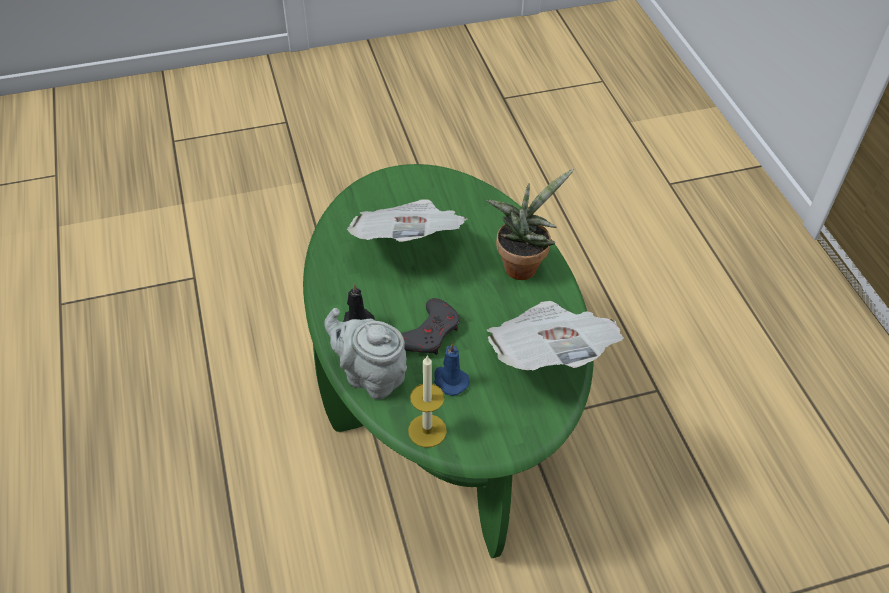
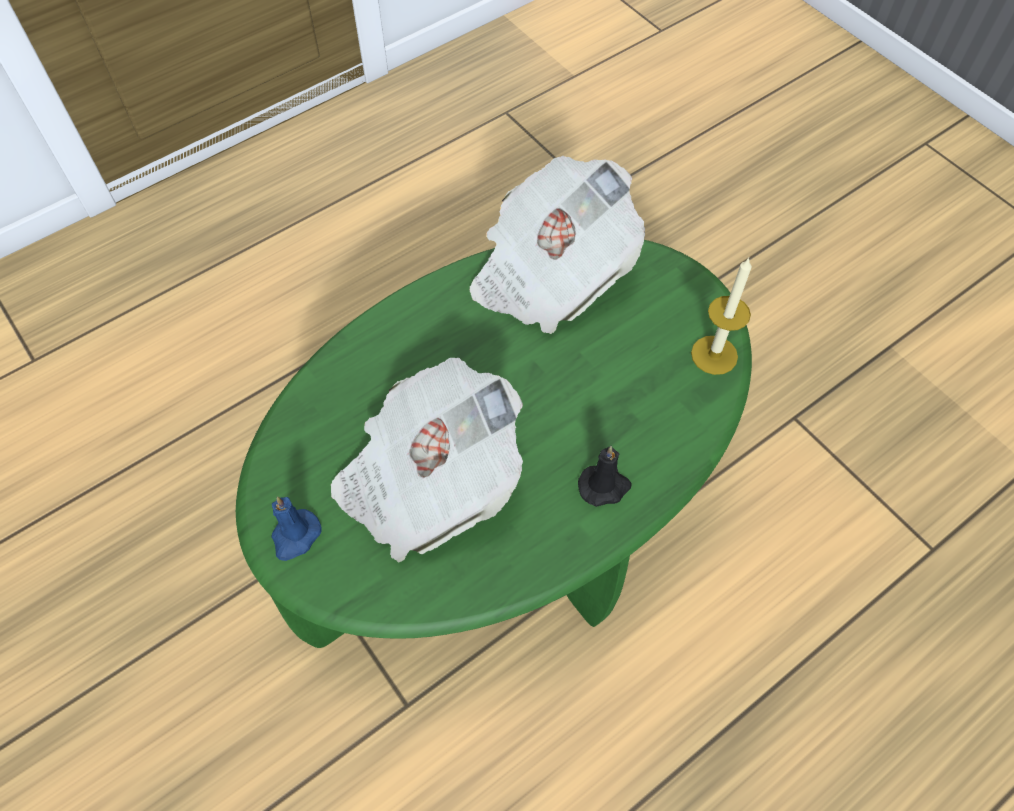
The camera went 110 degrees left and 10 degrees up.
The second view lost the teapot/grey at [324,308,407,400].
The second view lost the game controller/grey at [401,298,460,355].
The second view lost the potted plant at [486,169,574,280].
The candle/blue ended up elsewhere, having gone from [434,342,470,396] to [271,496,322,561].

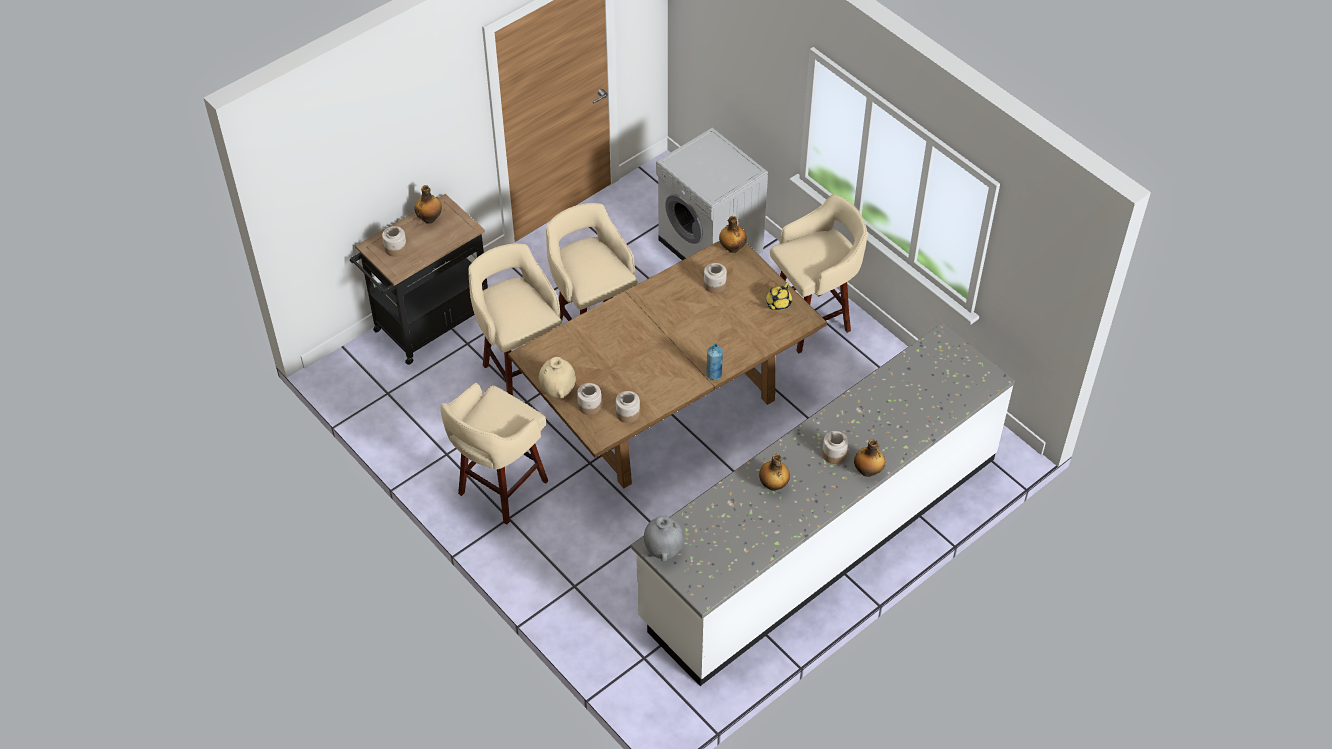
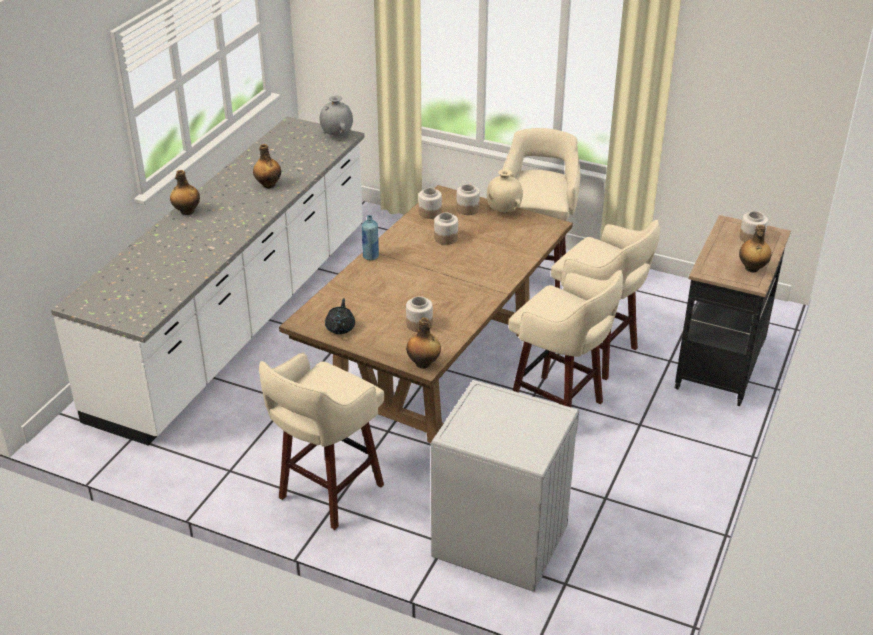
The camera went 155 degrees right and 15 degrees down.
The jar ended up elsewhere, having gone from [822,431,848,464] to [434,212,458,245].
What was the teapot/yellow at [766,282,792,310] turned into the teapot/black at [325,298,355,334].

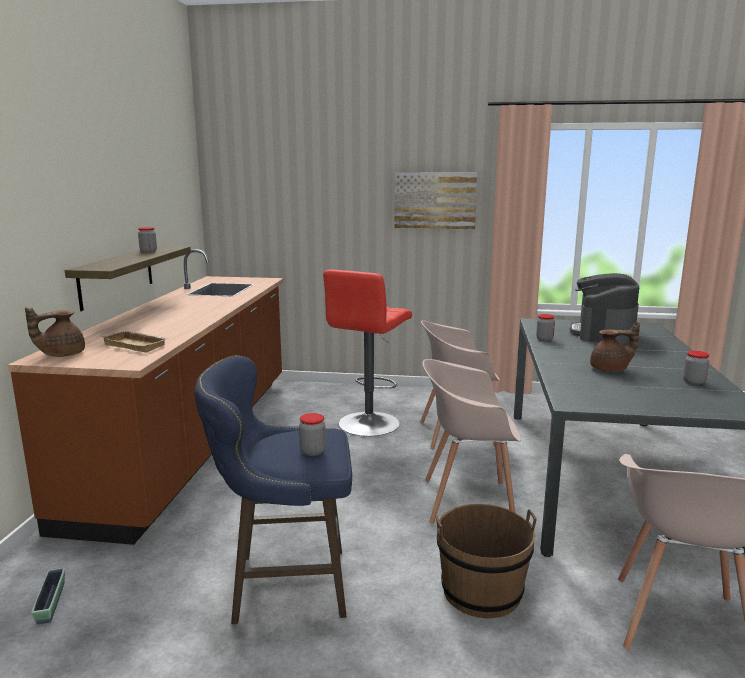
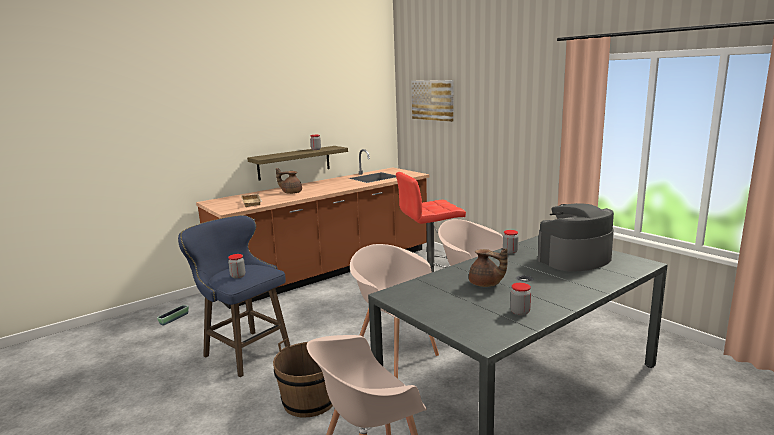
The camera went 45 degrees right and 0 degrees up.
The teapot/brown ended up elsewhere, having gone from [25,307,85,357] to [276,168,302,194].
The picture ended up elsewhere, having gone from [394,173,477,229] to [411,80,454,122].

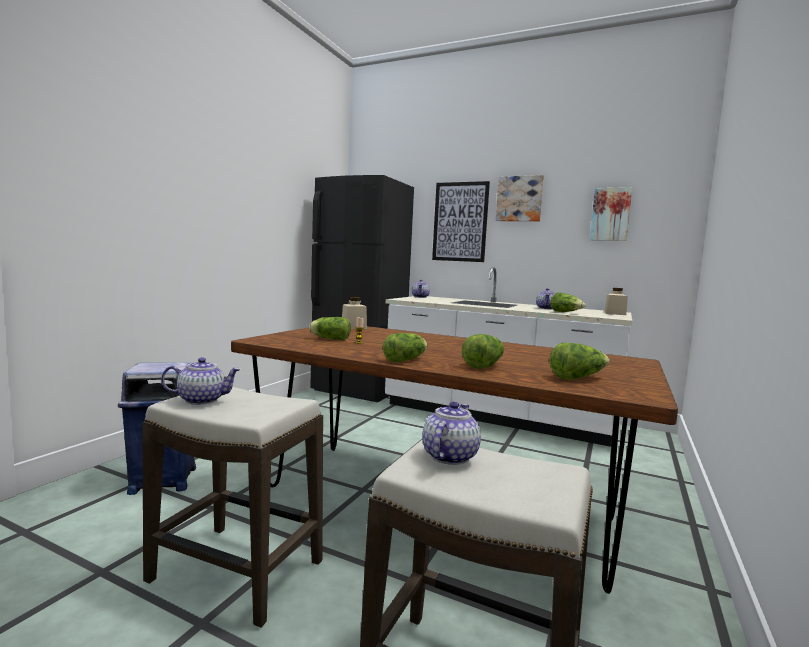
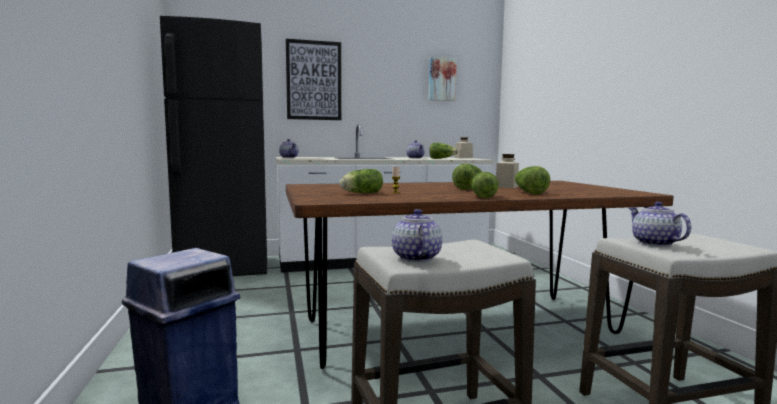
The camera went 40 degrees left and 0 degrees up.
The second view lost the picture at [496,175,544,222].
The jar/beige ended up elsewhere, having gone from [342,297,367,329] to [496,154,519,188].
The lettuce ended up elsewhere, having gone from [549,343,610,380] to [452,164,482,190].
The teapot at [161,357,241,405] ended up facing another way, 45 degrees counterclockwise from before.

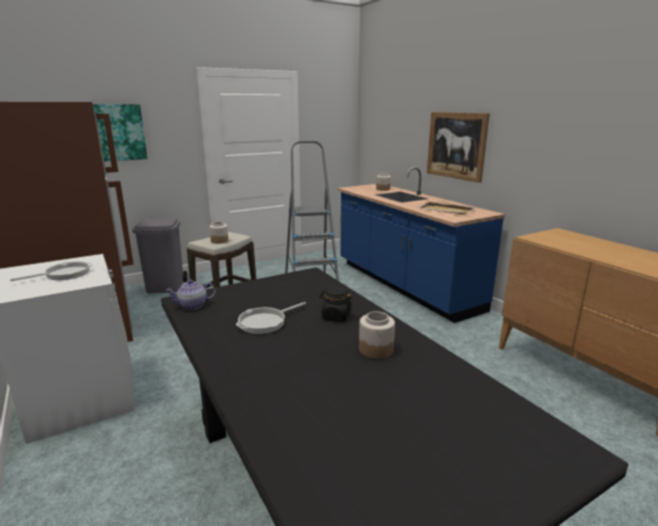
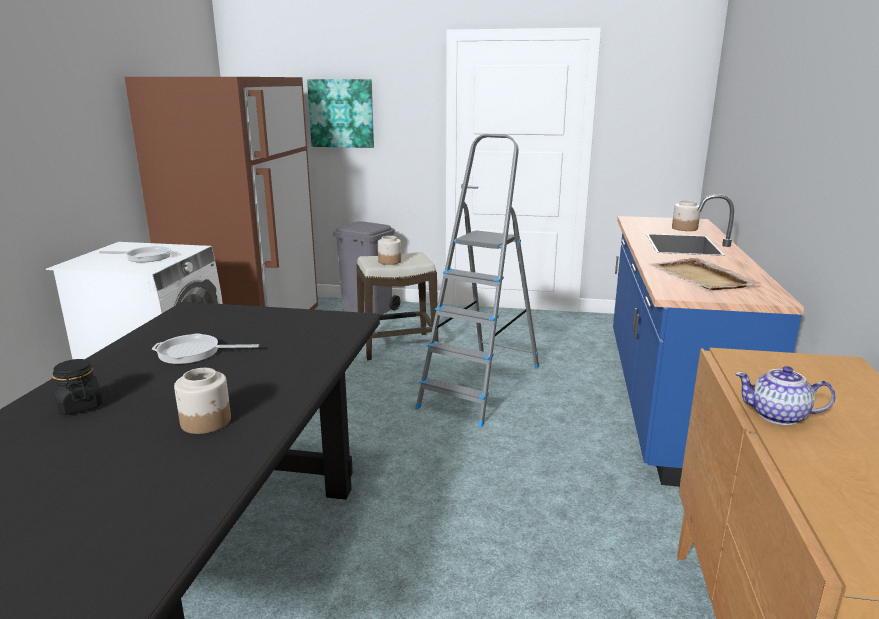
The camera went 40 degrees right and 0 degrees up.
The second view lost the picture at [427,112,490,183].
The teapot ended up elsewhere, having gone from [166,280,216,310] to [735,366,836,425].
The jar/black ended up elsewhere, having gone from [319,287,353,322] to [52,359,103,415].

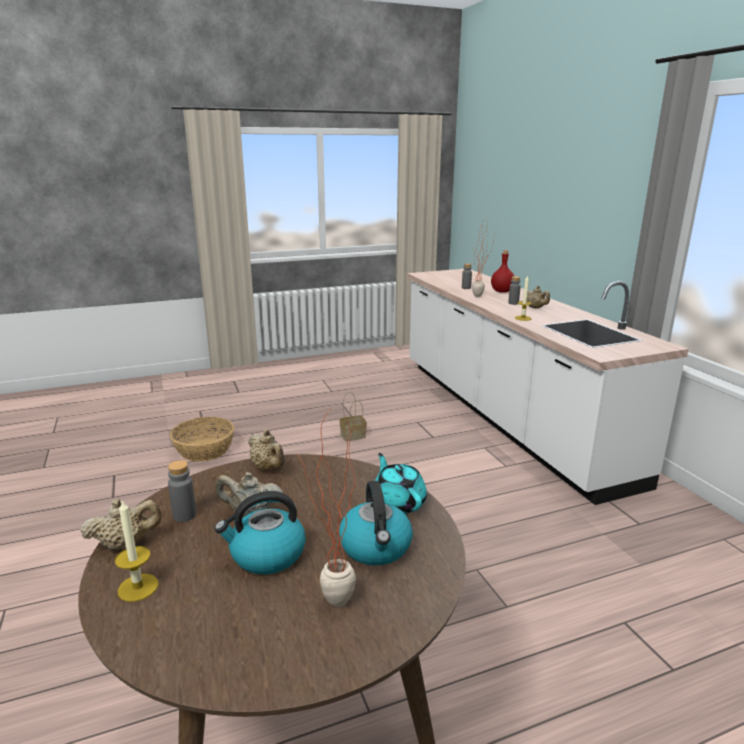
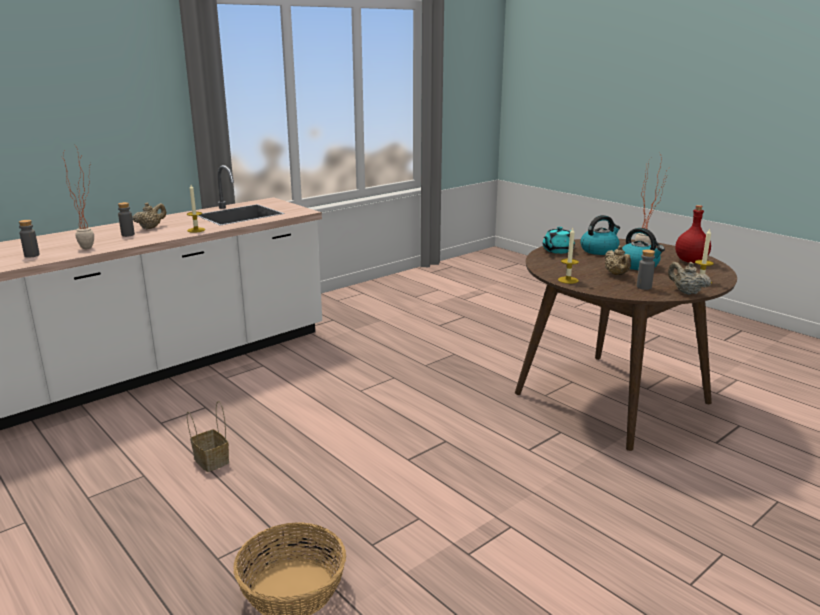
The camera went 110 degrees left and 0 degrees up.
The bottle/red ended up elsewhere, having gone from [491,250,514,293] to [675,205,711,263].
Where the teapot/beige stood at [248,429,284,470], the candle came to stand at [558,228,579,284].

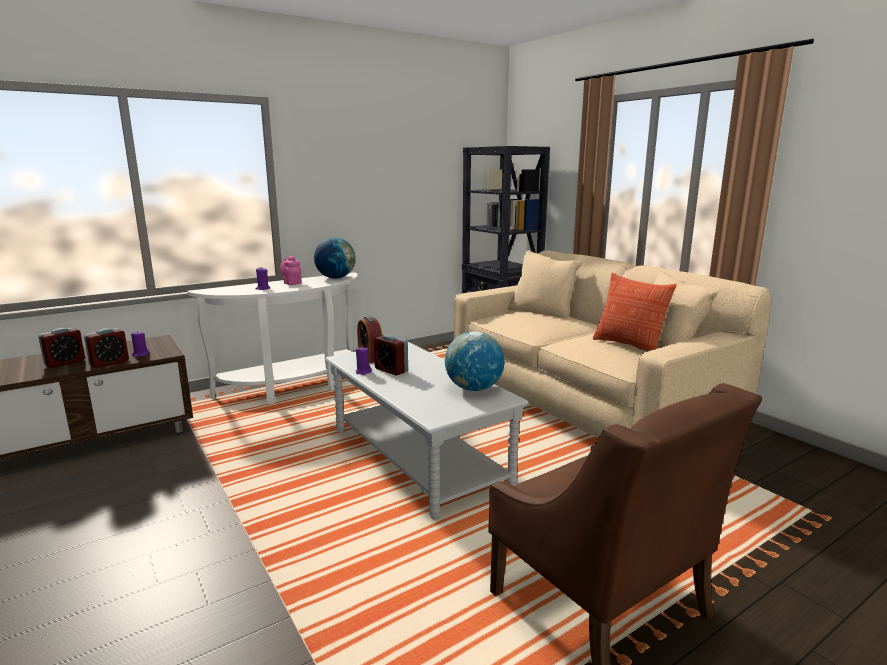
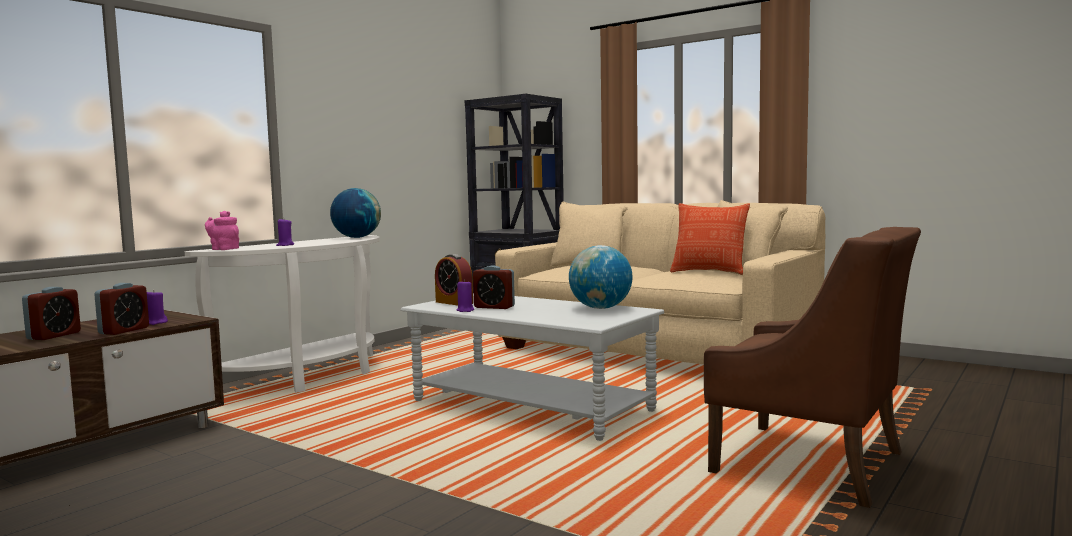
The camera went 20 degrees left and 10 degrees down.
The teapot/pink ended up elsewhere, having gone from [280,256,302,285] to [205,211,239,250].

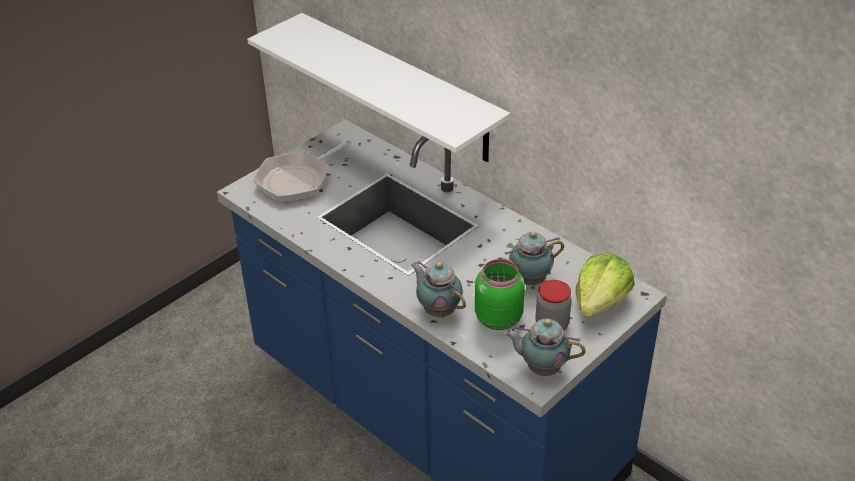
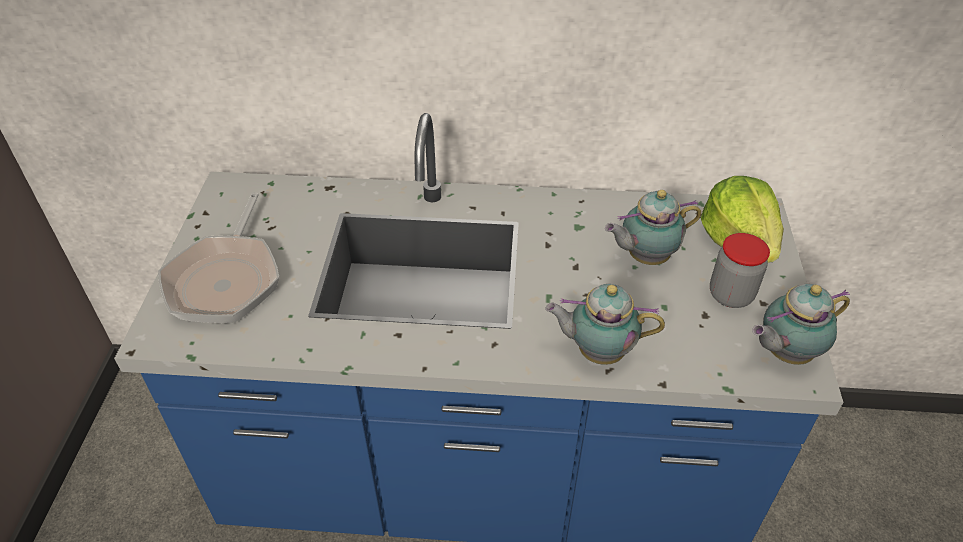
The camera went 40 degrees left and 5 degrees up.
The second view lost the shelf/white at [247,13,510,162].
The second view lost the jar/green at [475,259,525,330].
The teapot at [497,231,564,285] ended up facing another way, 45 degrees clockwise from before.

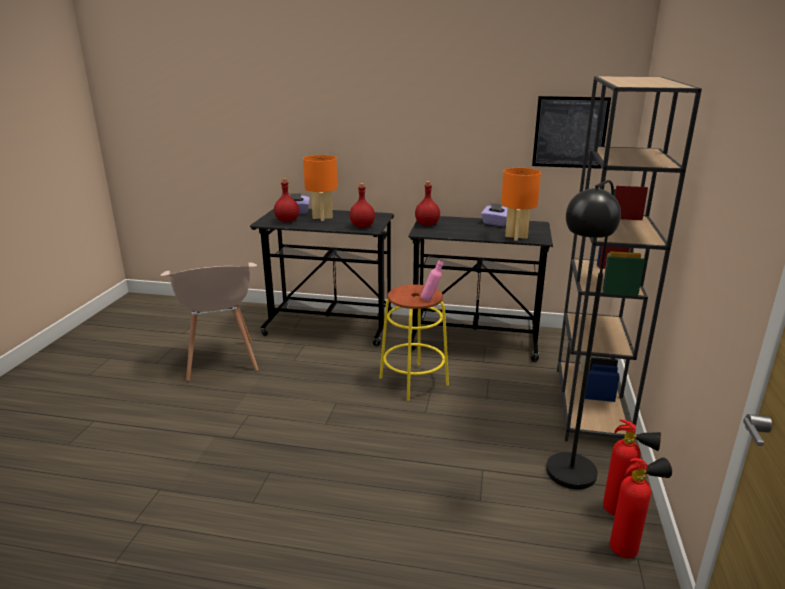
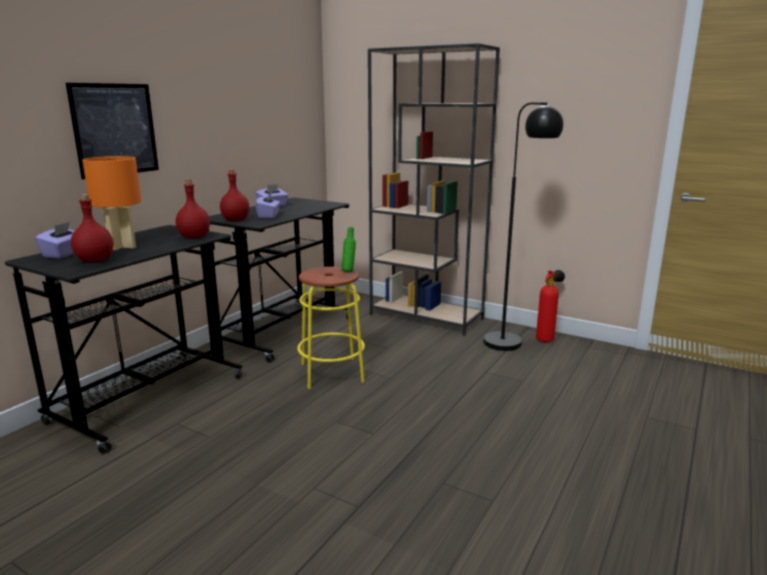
The camera went 70 degrees left and 5 degrees down.
The second view lost the chair/beige at [160,262,258,381].
The second view lost the table lamp/orange at [501,168,541,241].
The second view lost the fire extinguisher at [610,457,672,559].
The second view gained the tissue box/purple at [255,192,280,219].
The picture ended up elsewhere, having gone from [532,96,611,169] to [66,83,159,179].
What was the bottle/pink at [421,260,443,301] turned into the bottle/green at [342,227,356,272].

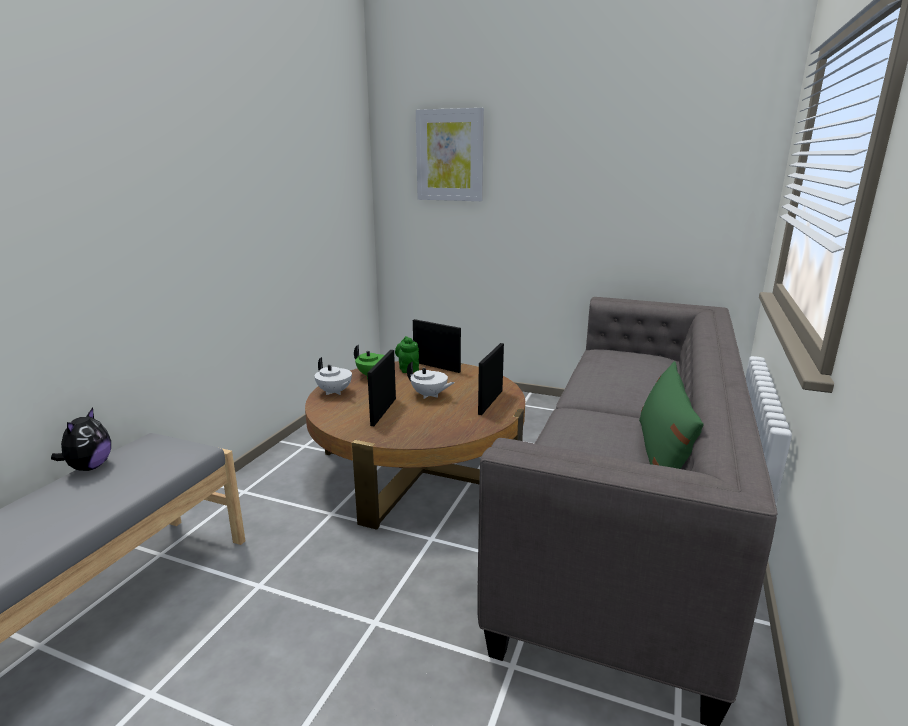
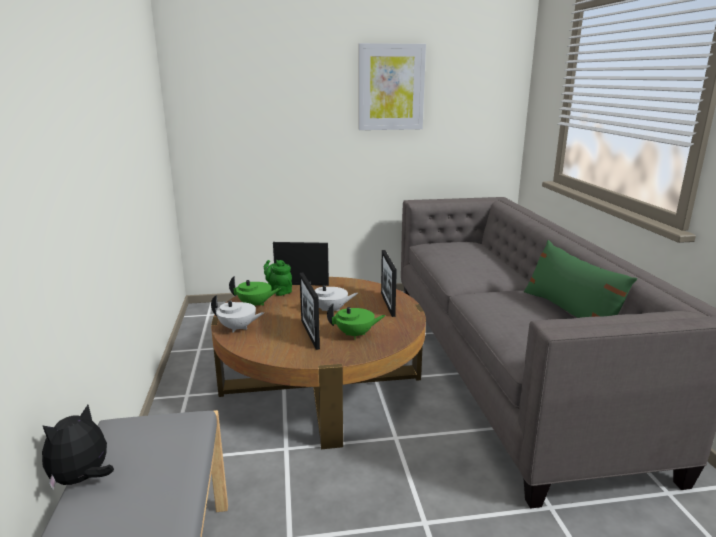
The camera went 30 degrees left and 0 degrees up.
The second view gained the teapot/green at [327,303,386,339].
The picture ended up elsewhere, having gone from [416,108,484,201] to [359,43,426,130].
The plush toy at [51,408,111,471] ended up facing another way, 120 degrees counterclockwise from before.

